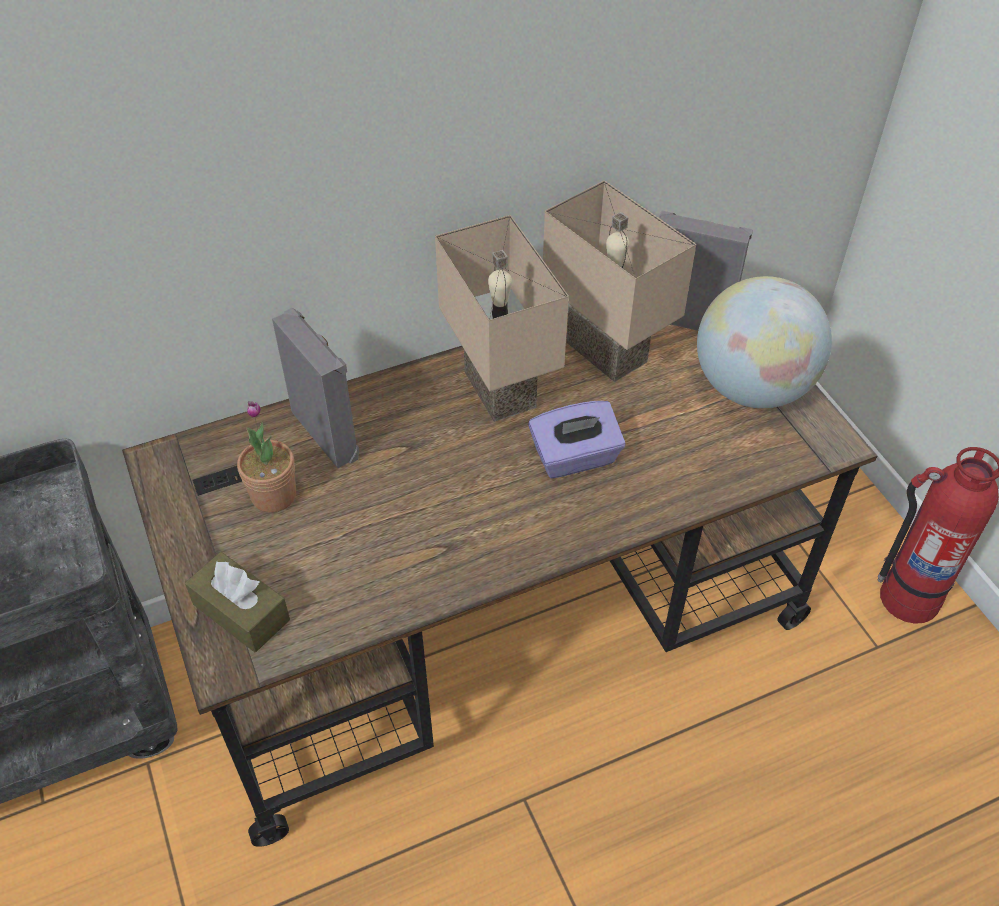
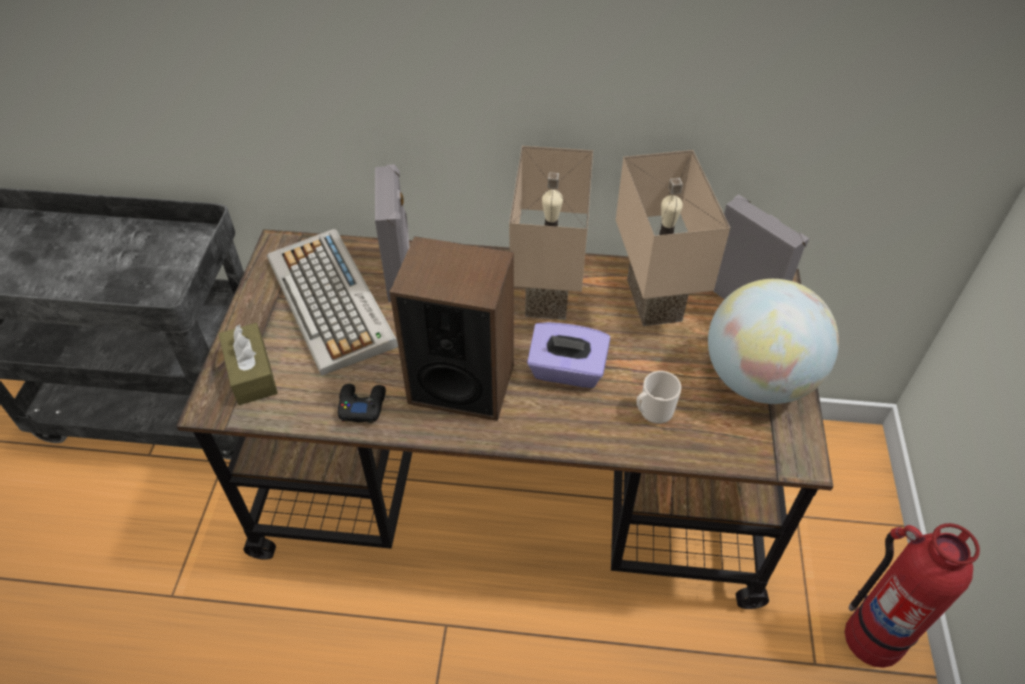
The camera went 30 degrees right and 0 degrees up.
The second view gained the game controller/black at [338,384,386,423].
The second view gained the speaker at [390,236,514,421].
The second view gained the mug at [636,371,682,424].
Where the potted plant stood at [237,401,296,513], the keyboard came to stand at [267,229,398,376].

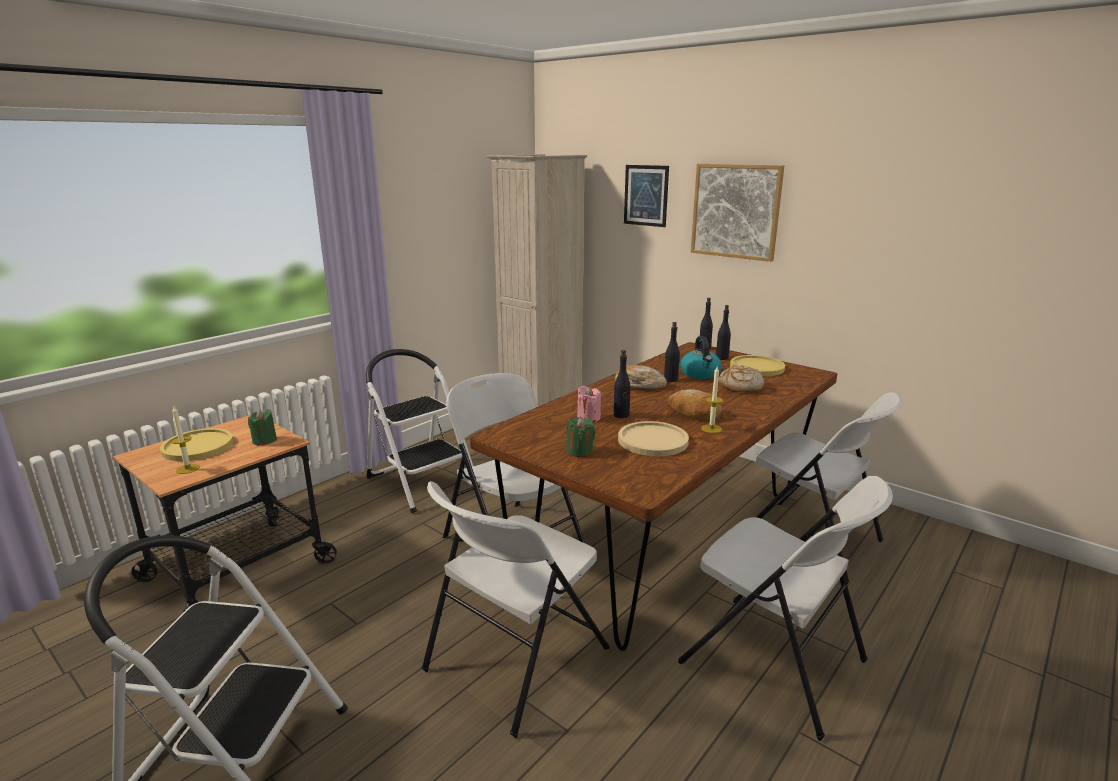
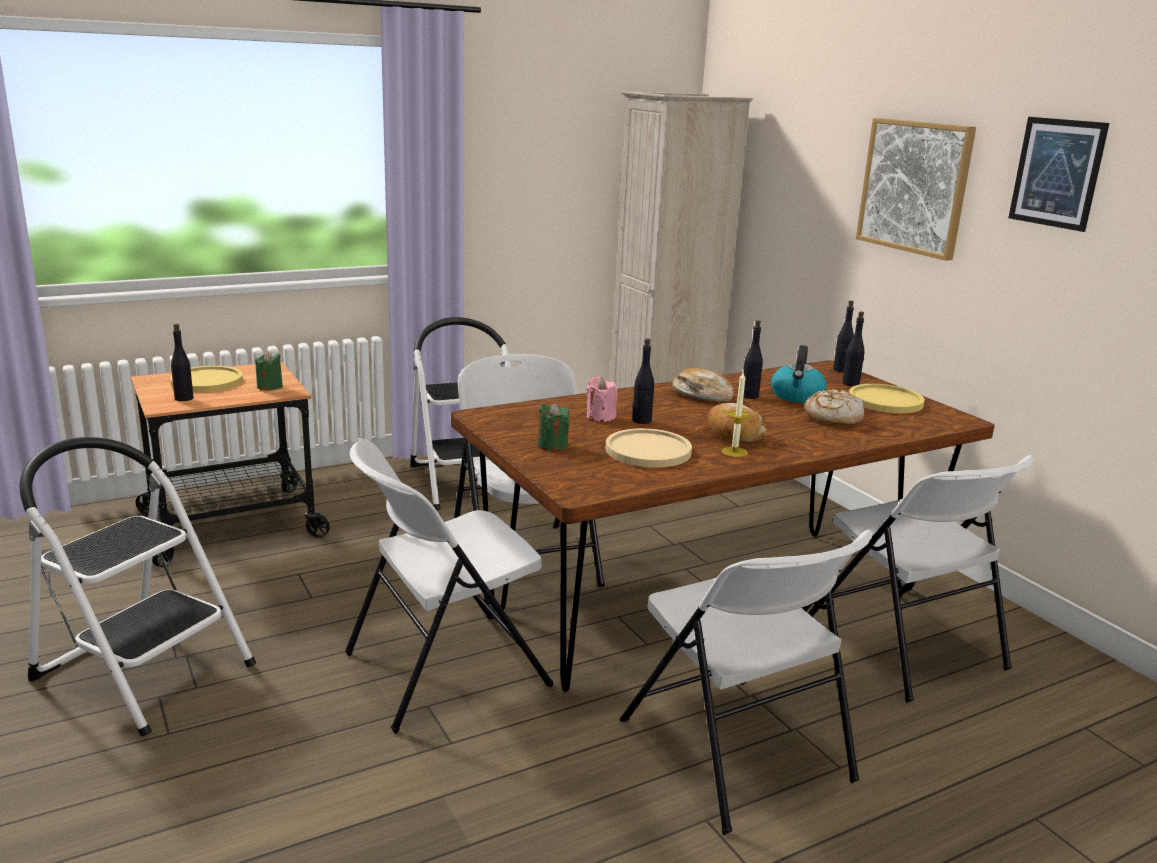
The camera went 20 degrees right and 0 degrees up.
The picture ended up elsewhere, having gone from [624,165,669,227] to [1008,117,1109,232].
Where the candle stood at [171,406,200,474], the bottle/black came to stand at [171,324,193,401].

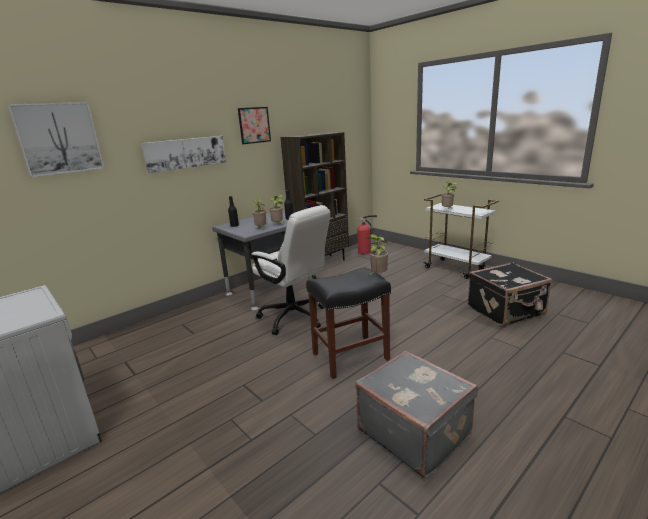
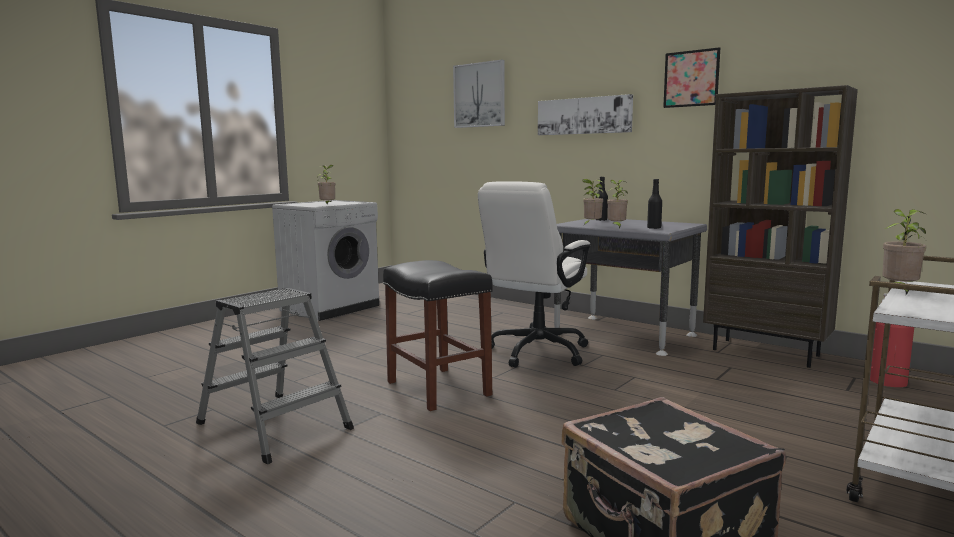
The camera went 80 degrees right and 10 degrees down.
The potted plant ended up elsewhere, having gone from [367,234,388,276] to [317,165,336,205].
Where the suitcase/grey stood at [356,350,478,479], the step ladder/grey came to stand at [196,288,354,464].

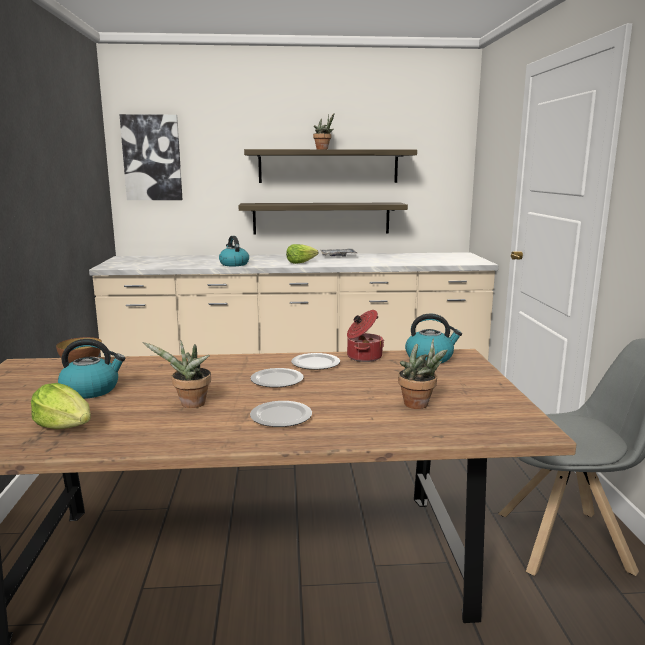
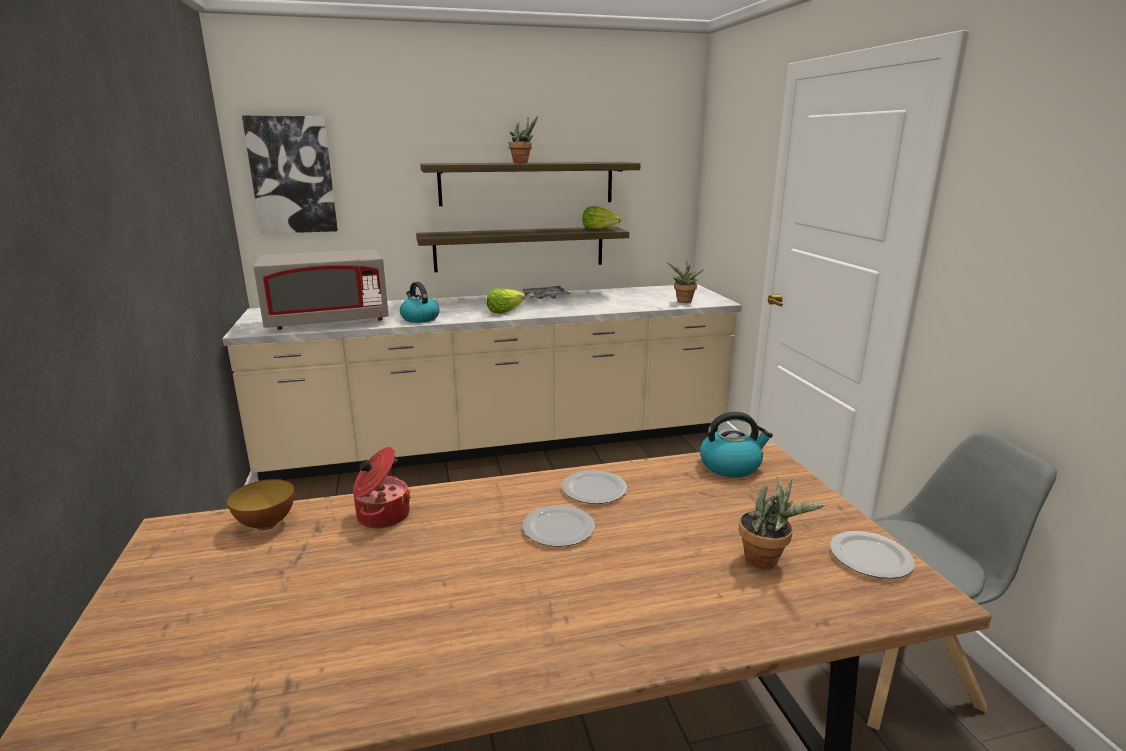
The camera went 10 degrees left and 5 degrees up.
The second view lost the kettle at [58,339,125,399].
The second view gained the microwave/grey at [254,249,389,330].
The lettuce ended up elsewhere, having gone from [31,383,91,429] to [582,206,622,229].
The potted plant ended up elsewhere, having gone from [142,340,211,408] to [668,262,704,303].
The plate ended up elsewhere, having gone from [250,401,312,427] to [830,531,915,579].
The cooking pot ended up elsewhere, having gone from [347,310,384,362] to [353,447,411,528].

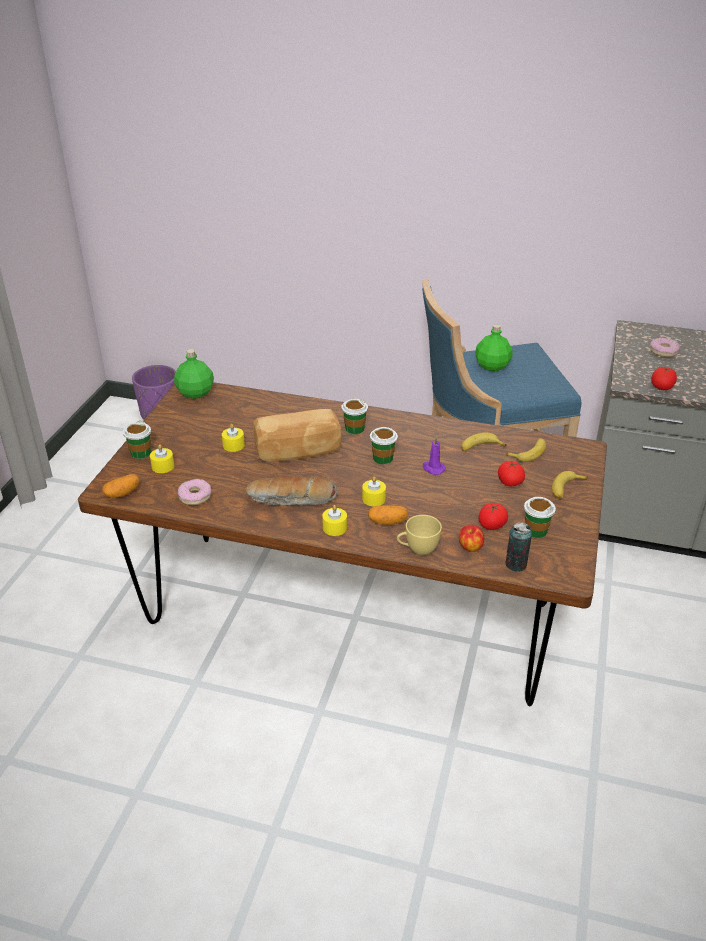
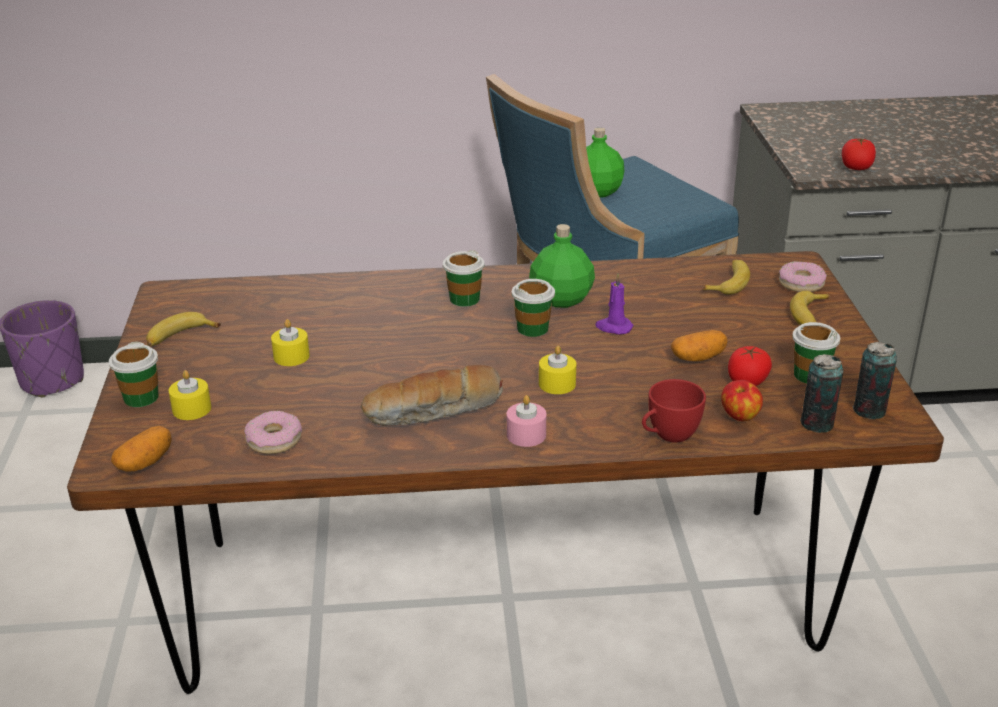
The camera went 20 degrees left and 5 degrees down.
The second view lost the bread at [253,409,342,462].
The second view lost the tomato at [498,460,525,486].
The second view gained the can at [852,342,897,419].
The bottle/green ended up elsewhere, having gone from [174,349,214,399] to [529,224,595,308].
The potato ended up elsewhere, having gone from [368,505,408,525] to [671,330,728,361].
The banana ended up elsewhere, having gone from [461,433,507,452] to [146,312,221,347].
The donut ended up elsewhere, having gone from [650,338,680,357] to [779,261,827,292].
What was the candle/yellow at [322,505,347,536] turned into the candle/pink at [507,395,546,447].
What was the cup/yellow at [397,515,442,555] turned into the cup/red at [642,379,706,443].

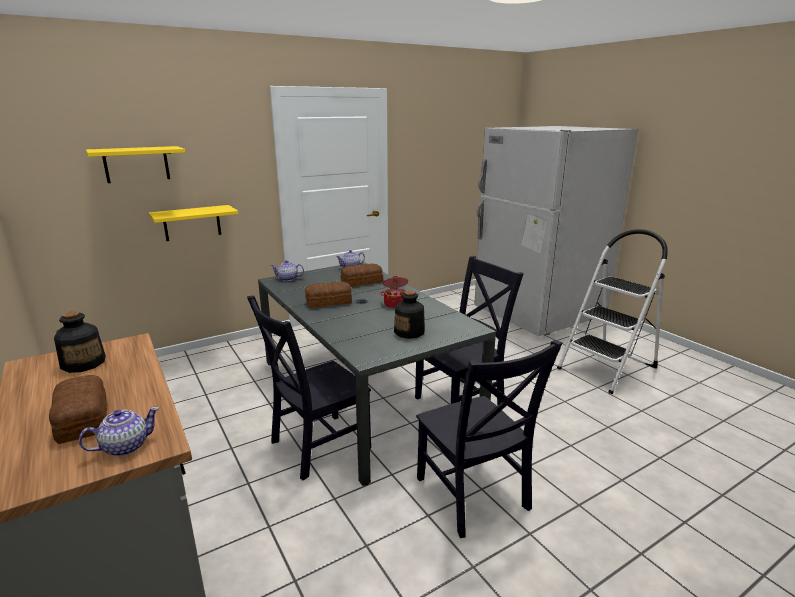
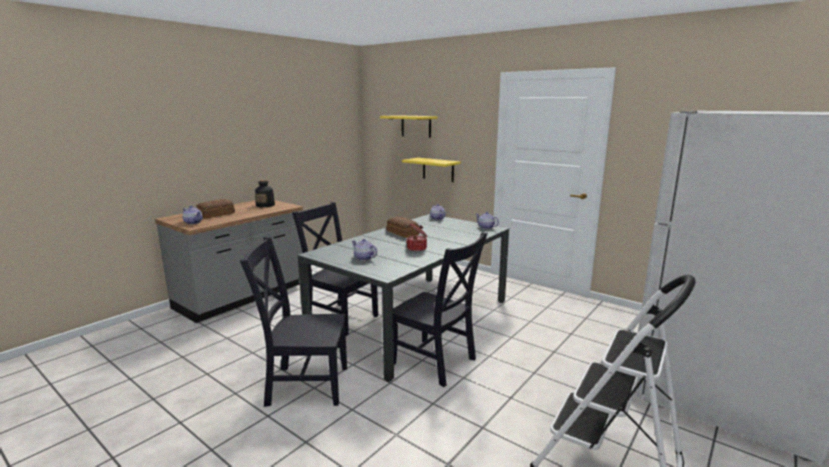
The camera went 70 degrees right and 5 degrees down.
The second view lost the bread at [341,263,383,287].
Where the bottle stood at [394,291,425,339], the teapot came to stand at [352,239,377,261].
The chair/black at [416,340,563,538] ended up facing another way, 45 degrees clockwise from before.

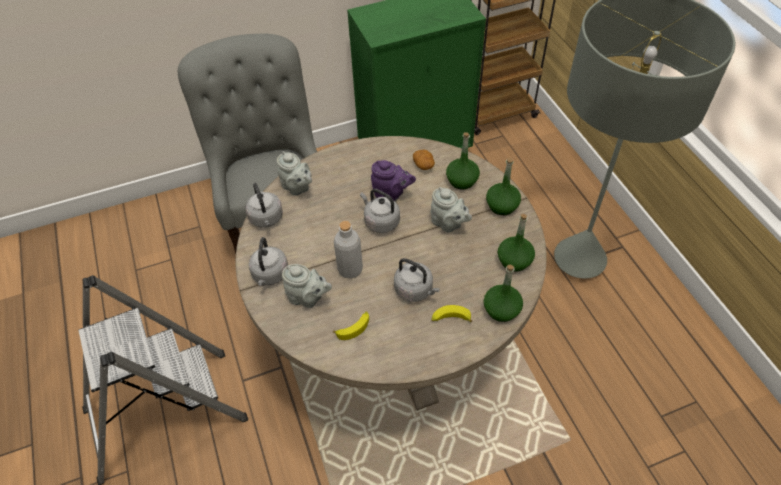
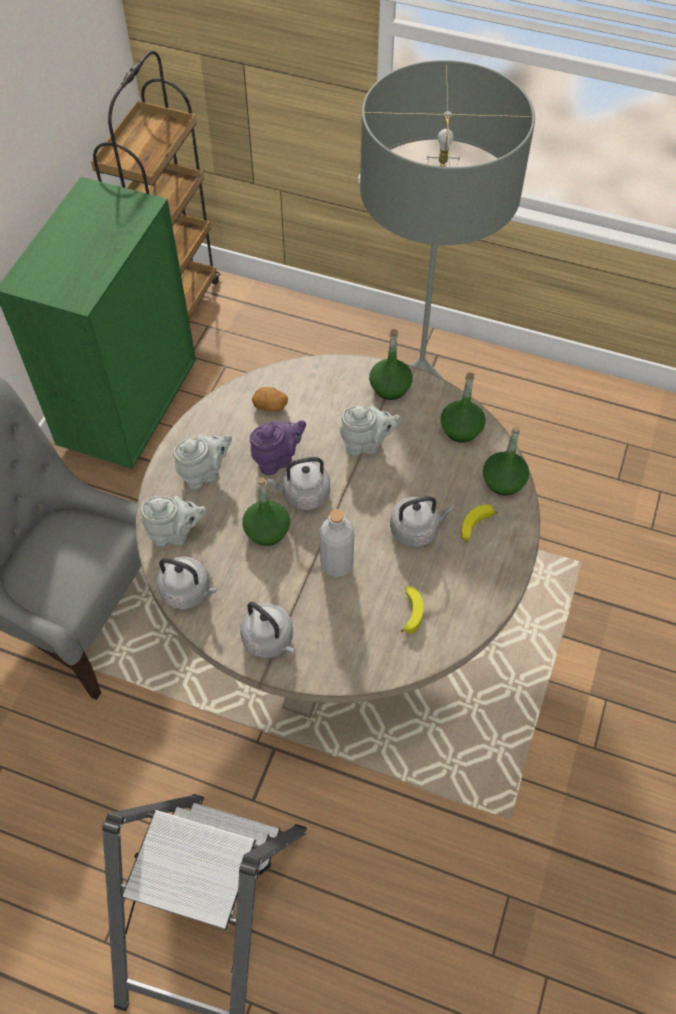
The camera went 50 degrees left and 5 degrees up.
The teapot/grey ended up elsewhere, having gone from [282,264,332,308] to [173,435,232,489].
The bottle/green ended up elsewhere, having gone from [446,132,480,190] to [242,478,290,546].

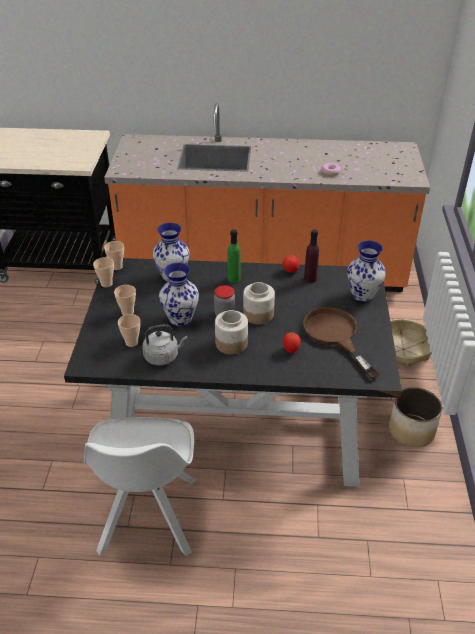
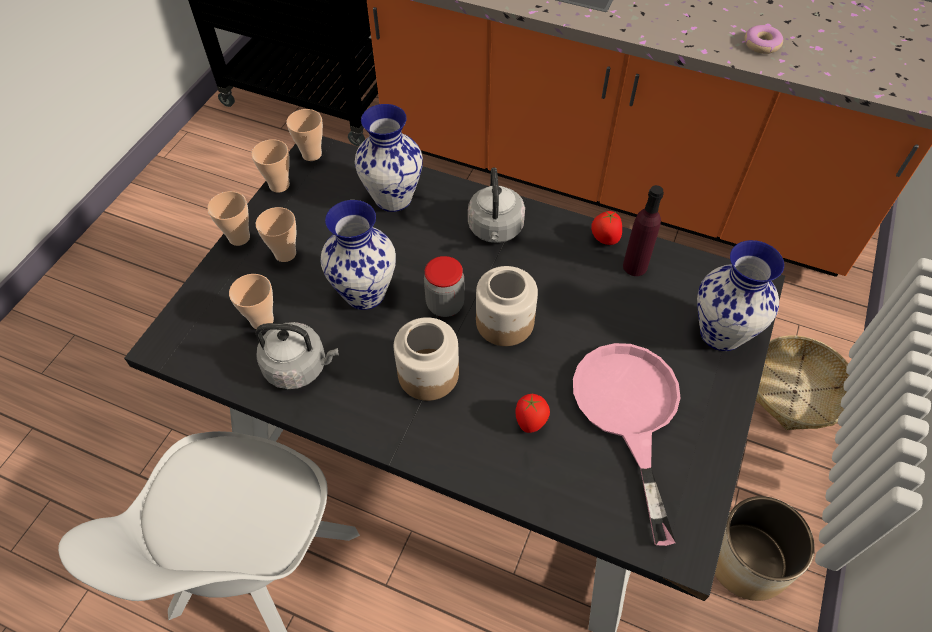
The camera went 20 degrees right and 15 degrees up.
The second view gained the cup at [207,191,250,246].
Where the bottle/green stood at [228,230,240,283], the kettle/grey came to stand at [468,168,525,243].
What was the frying pan/brown at [303,307,379,379] turned into the frying pan/pink at [573,343,681,546].

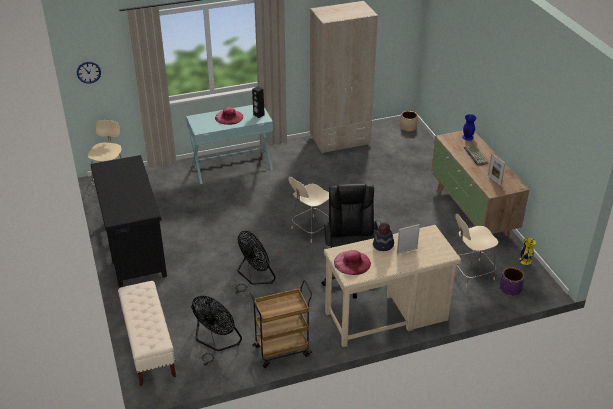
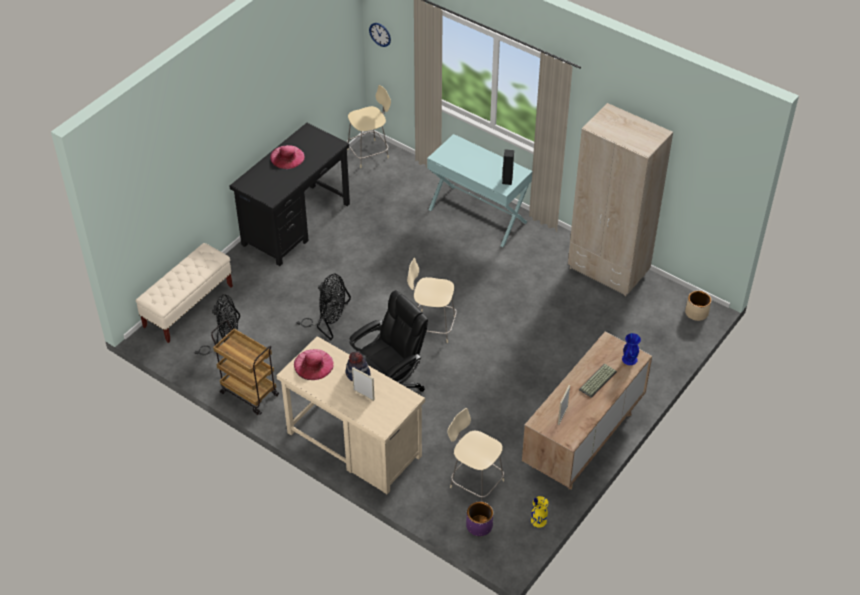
The camera went 55 degrees right and 10 degrees up.
The hat/pink ended up elsewhere, having gone from [215,107,243,125] to [270,145,305,169].

